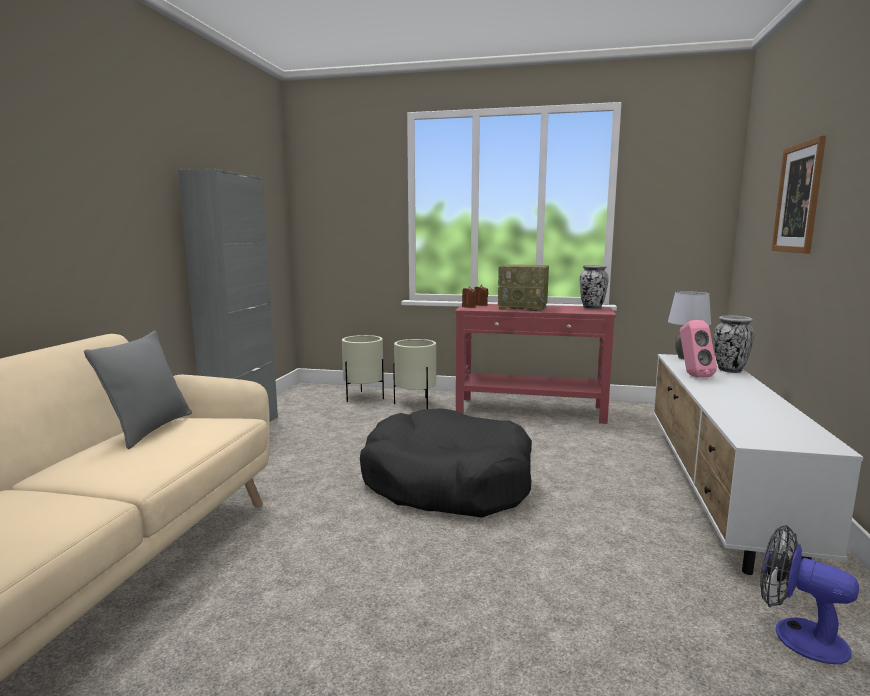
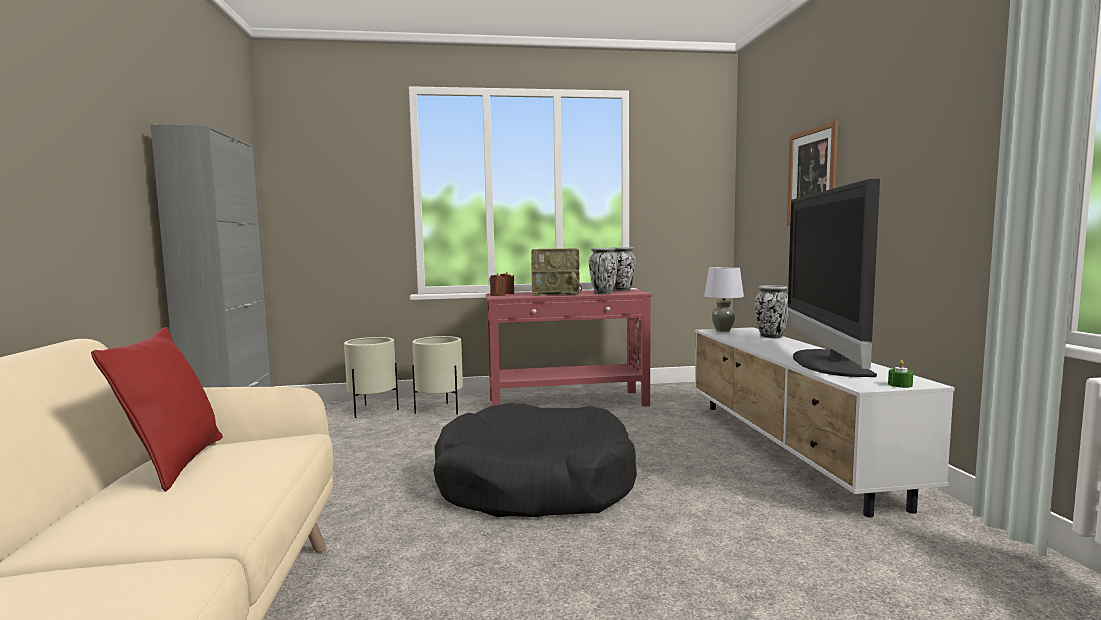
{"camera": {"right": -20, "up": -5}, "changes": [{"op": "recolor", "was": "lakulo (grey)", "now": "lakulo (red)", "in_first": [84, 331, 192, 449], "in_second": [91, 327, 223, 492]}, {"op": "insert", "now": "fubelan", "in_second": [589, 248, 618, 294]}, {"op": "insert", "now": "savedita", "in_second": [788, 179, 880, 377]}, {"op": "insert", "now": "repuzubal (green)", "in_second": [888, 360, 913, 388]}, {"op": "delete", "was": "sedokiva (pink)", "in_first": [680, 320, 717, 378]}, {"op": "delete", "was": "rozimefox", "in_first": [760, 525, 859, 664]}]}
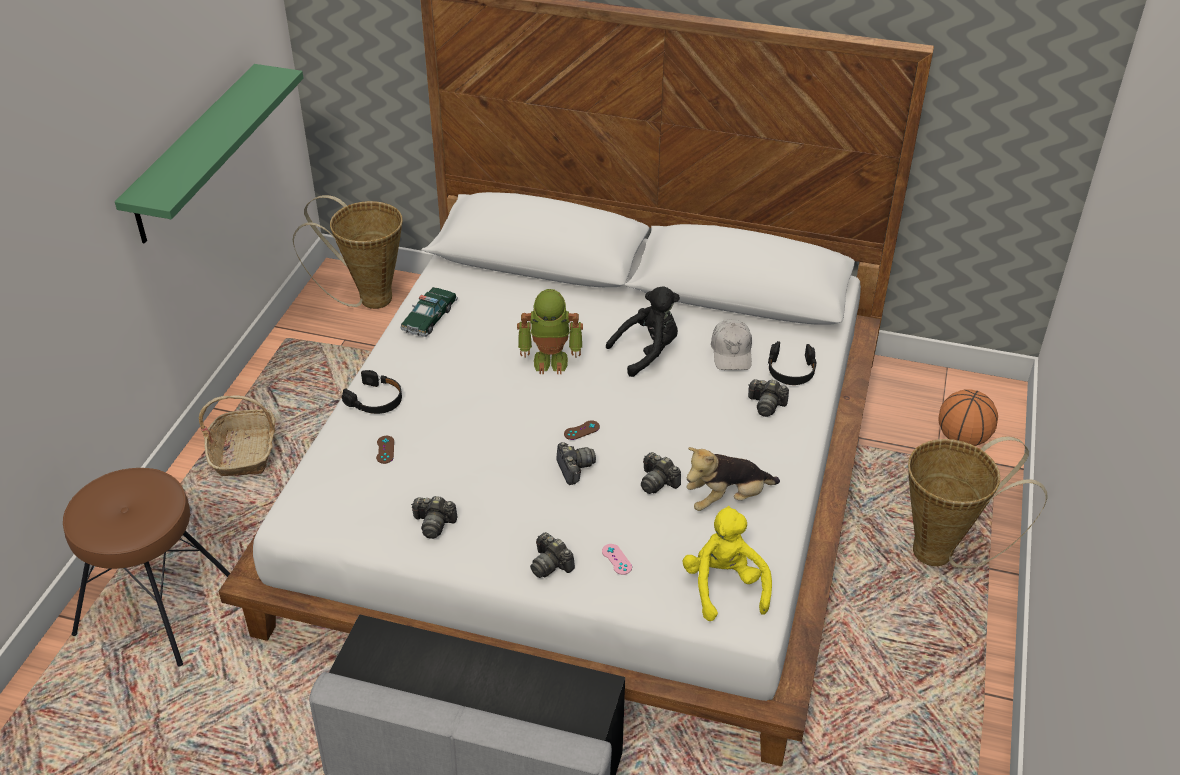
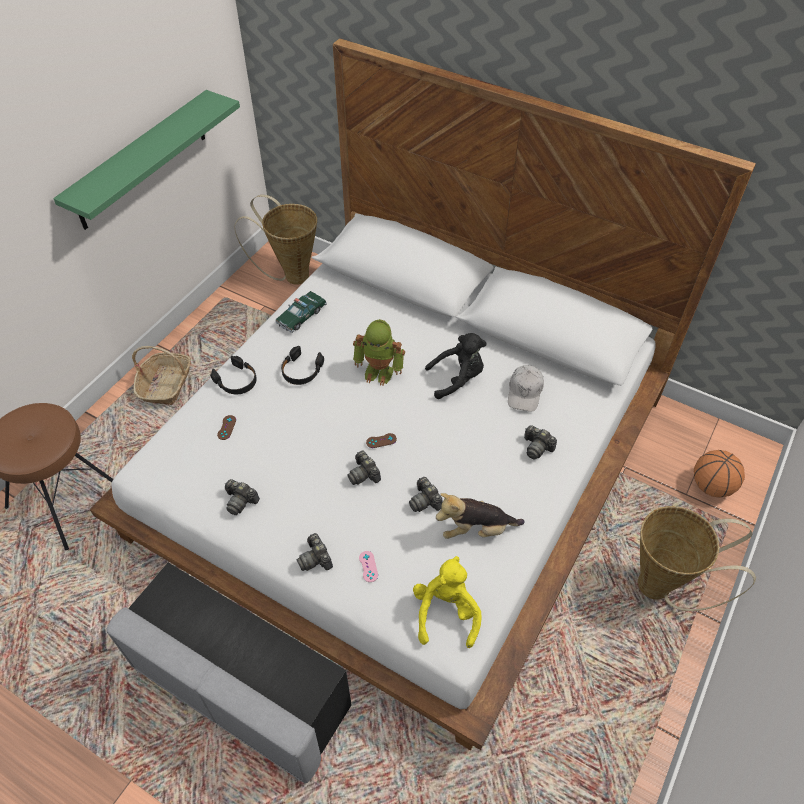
{"camera": {"right": 15, "up": 10}, "changes": [{"op": "move", "was": "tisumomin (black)", "in_first": [768, 341, 816, 385], "in_second": [281, 346, 324, 385]}, {"op": "rotate", "was": "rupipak", "in_first": [556, 442, 596, 485], "in_second": [348, 450, 381, 485], "clockwise": 150}]}
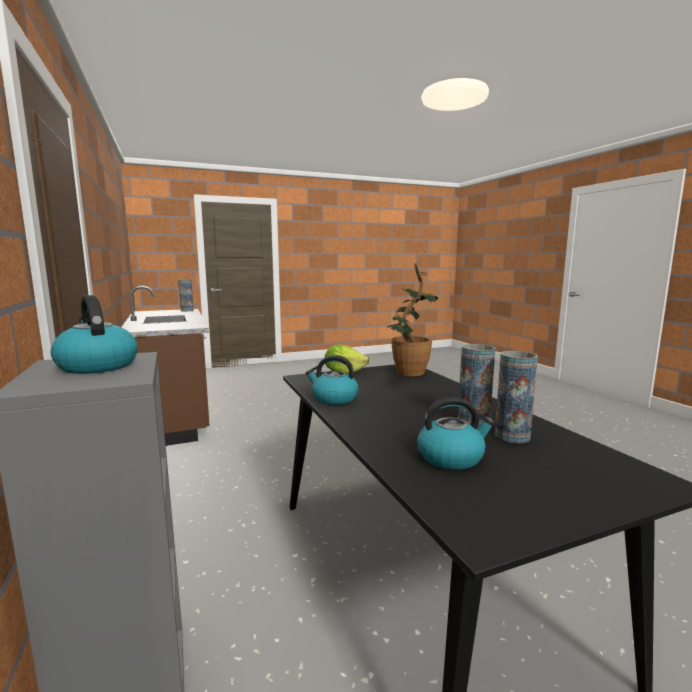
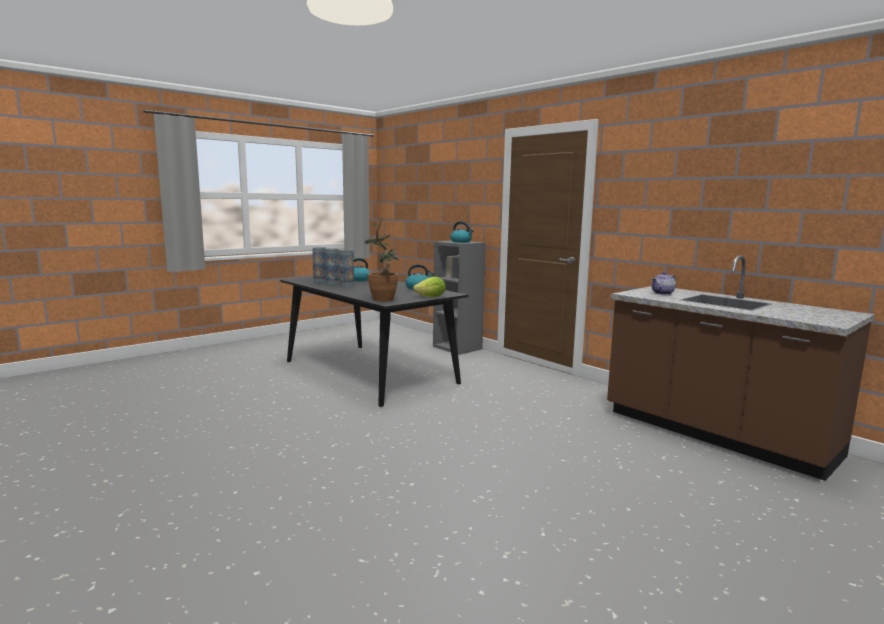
{"camera": {"right": 160, "up": 0}, "changes": [{"op": "move", "was": "fubelan", "in_first": [178, 280, 194, 312], "in_second": [312, 247, 326, 283]}, {"op": "insert", "now": "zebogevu", "in_second": [651, 272, 676, 295]}]}
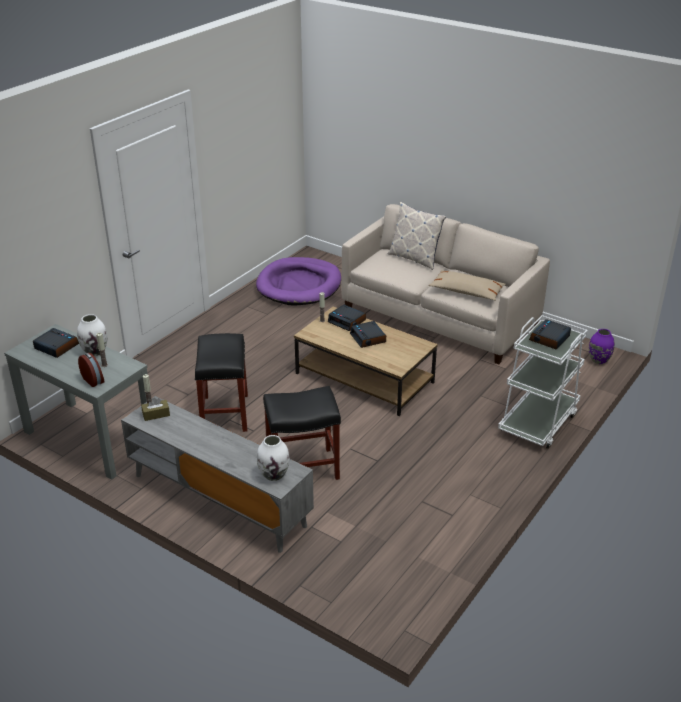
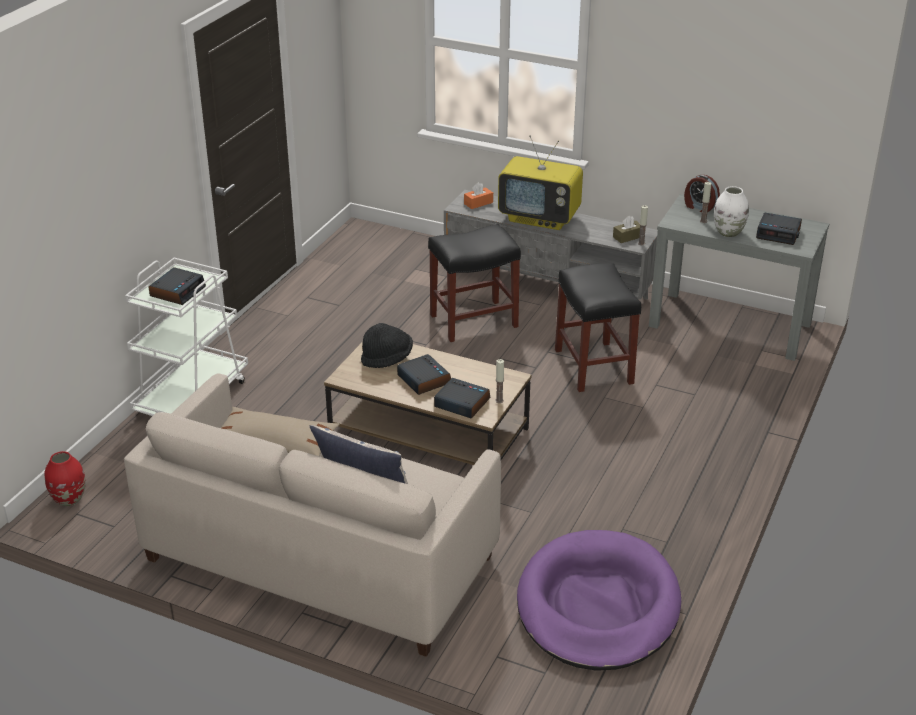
{"camera": {"right": 170, "up": 0}, "changes": [{"op": "recolor", "was": "fubelan (purple)", "now": "fubelan (red)", "in_first": [589, 329, 615, 364], "in_second": [44, 451, 86, 506]}, {"op": "insert", "now": "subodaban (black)", "in_second": [361, 323, 413, 368]}, {"op": "replace", "was": "fubelan (white)", "now": "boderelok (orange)", "in_first": [257, 435, 289, 481], "in_second": [464, 182, 493, 209]}, {"op": "insert", "now": "savedita", "in_second": [498, 135, 583, 230]}]}
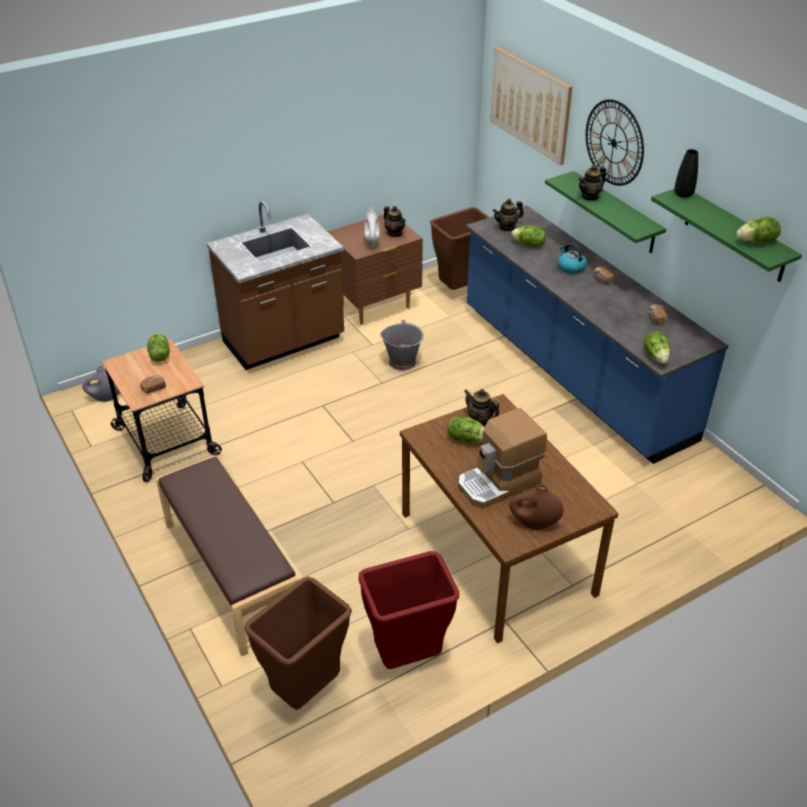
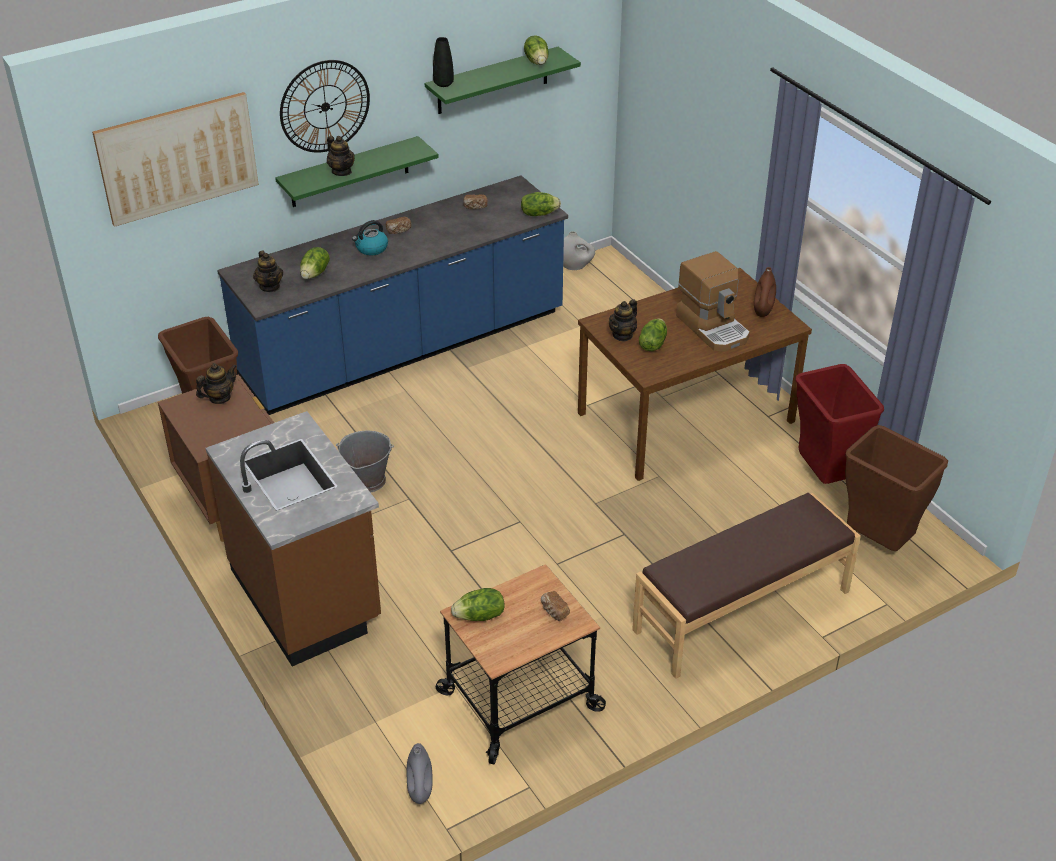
{"camera": {"right": -90, "up": 0}, "changes": [{"op": "move", "was": "fubelan (white)", "in_first": [364, 207, 380, 247], "in_second": [563, 231, 595, 270]}]}
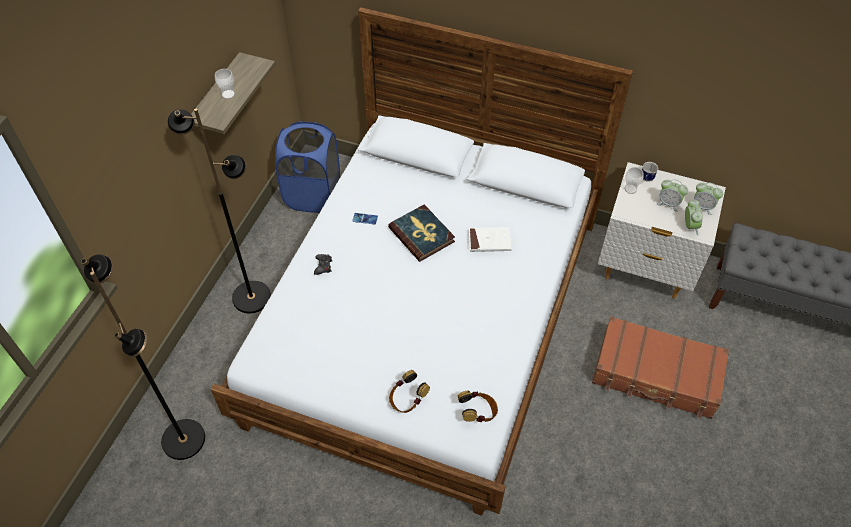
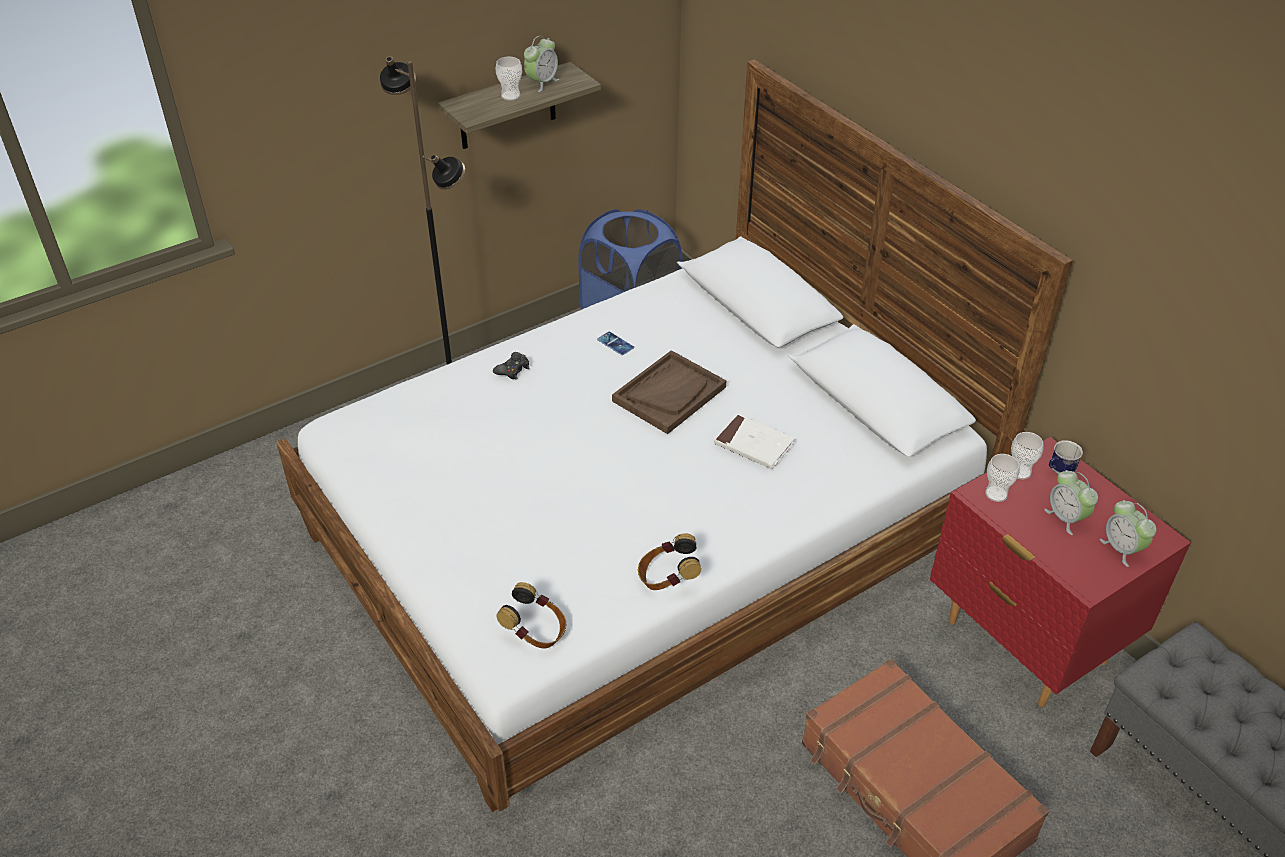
{"camera": {"right": 35, "up": -10}, "changes": [{"op": "move", "was": "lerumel", "in_first": [685, 199, 703, 235], "in_second": [524, 36, 559, 92]}, {"op": "replace", "was": "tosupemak", "now": "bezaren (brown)", "in_first": [388, 204, 455, 262], "in_second": [612, 350, 726, 434]}, {"op": "move", "was": "tisumomin", "in_first": [389, 370, 430, 413], "in_second": [638, 533, 701, 590]}, {"op": "recolor", "was": "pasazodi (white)", "now": "pasazodi (red)", "in_first": [598, 162, 726, 299], "in_second": [930, 437, 1191, 707]}, {"op": "insert", "now": "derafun", "in_second": [985, 454, 1020, 502]}, {"op": "delete", "was": "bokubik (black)", "in_first": [81, 254, 205, 460]}]}
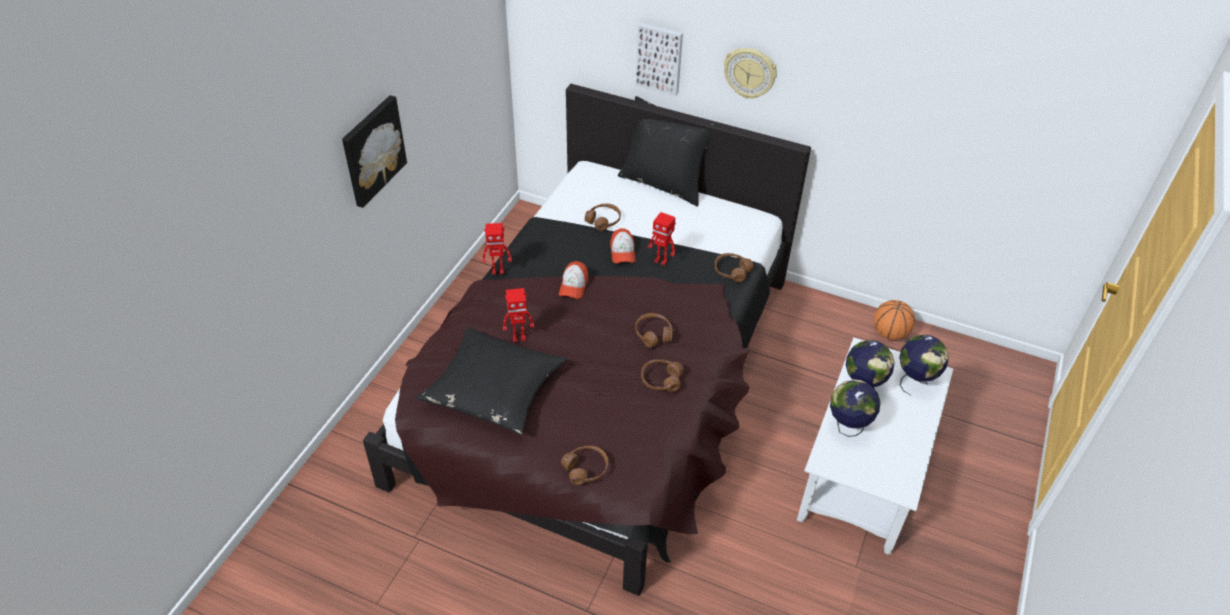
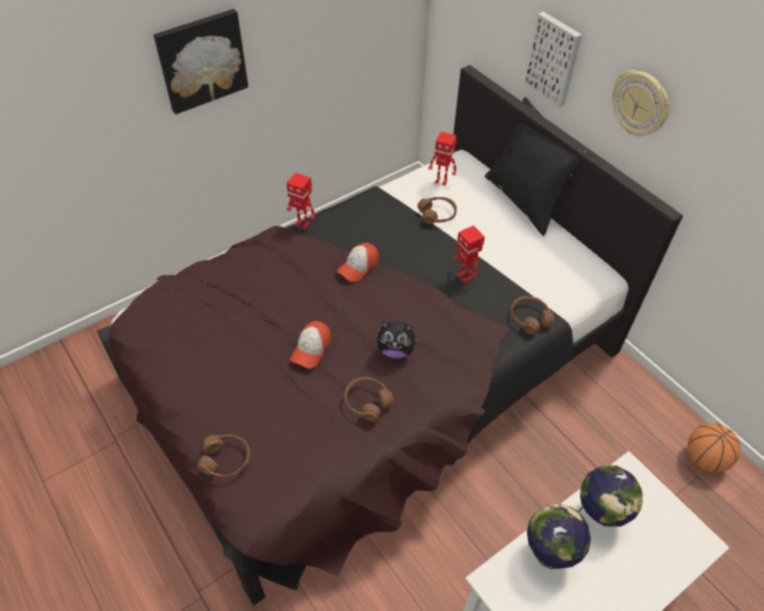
{"camera": {"right": 30, "up": 5}, "changes": [{"op": "move", "was": "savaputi", "in_first": [610, 228, 635, 264], "in_second": [290, 321, 331, 369]}, {"op": "replace", "was": "tisumomin (brown)", "now": "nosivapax", "in_first": [635, 313, 673, 348], "in_second": [377, 321, 419, 359]}, {"op": "move", "was": "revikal", "in_first": [503, 288, 534, 342], "in_second": [428, 132, 457, 186]}, {"op": "delete", "was": "lakulo (black)", "in_first": [416, 327, 567, 435]}, {"op": "delete", "was": "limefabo", "in_first": [899, 335, 949, 395]}]}
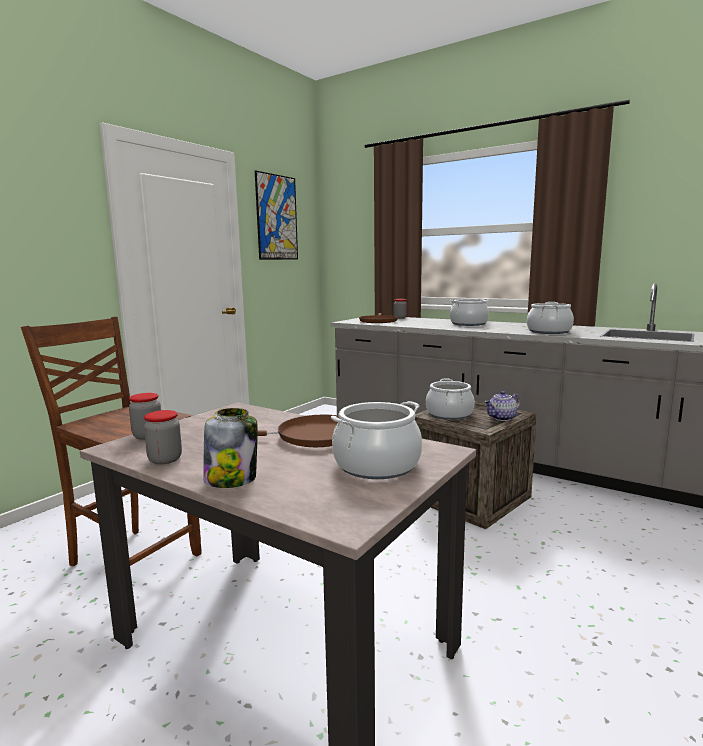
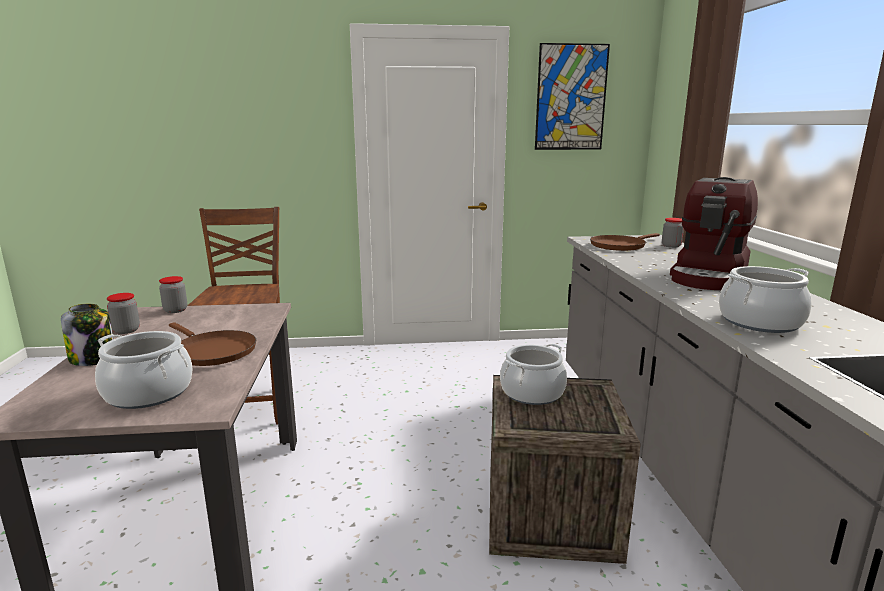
{"camera": {"right": 50, "up": 5}, "changes": [{"op": "replace", "was": "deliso", "now": "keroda", "in_first": [450, 299, 489, 326], "in_second": [670, 177, 758, 290]}, {"op": "delete", "was": "zebogevu", "in_first": [484, 391, 520, 421]}]}
